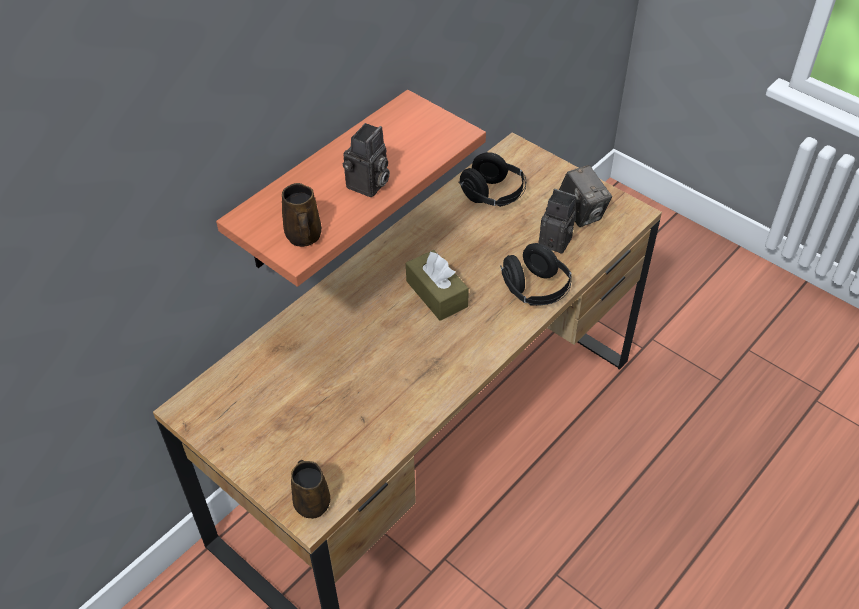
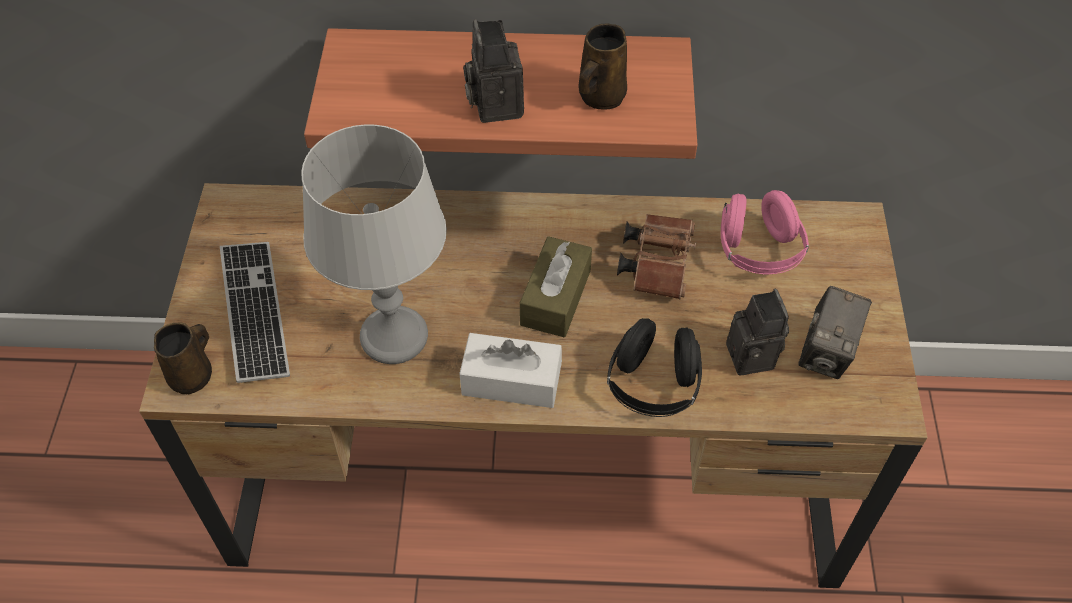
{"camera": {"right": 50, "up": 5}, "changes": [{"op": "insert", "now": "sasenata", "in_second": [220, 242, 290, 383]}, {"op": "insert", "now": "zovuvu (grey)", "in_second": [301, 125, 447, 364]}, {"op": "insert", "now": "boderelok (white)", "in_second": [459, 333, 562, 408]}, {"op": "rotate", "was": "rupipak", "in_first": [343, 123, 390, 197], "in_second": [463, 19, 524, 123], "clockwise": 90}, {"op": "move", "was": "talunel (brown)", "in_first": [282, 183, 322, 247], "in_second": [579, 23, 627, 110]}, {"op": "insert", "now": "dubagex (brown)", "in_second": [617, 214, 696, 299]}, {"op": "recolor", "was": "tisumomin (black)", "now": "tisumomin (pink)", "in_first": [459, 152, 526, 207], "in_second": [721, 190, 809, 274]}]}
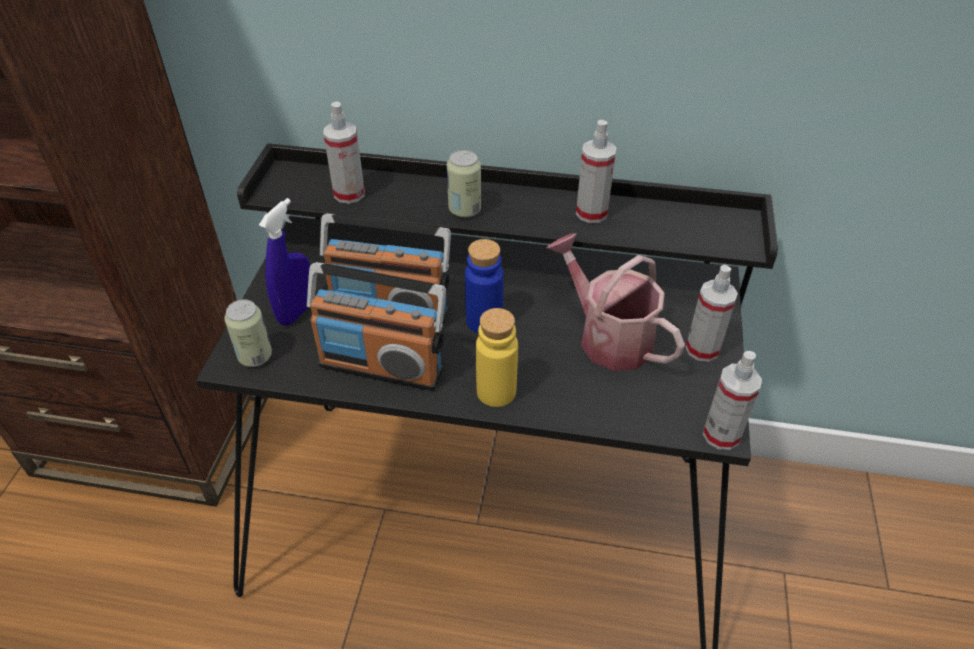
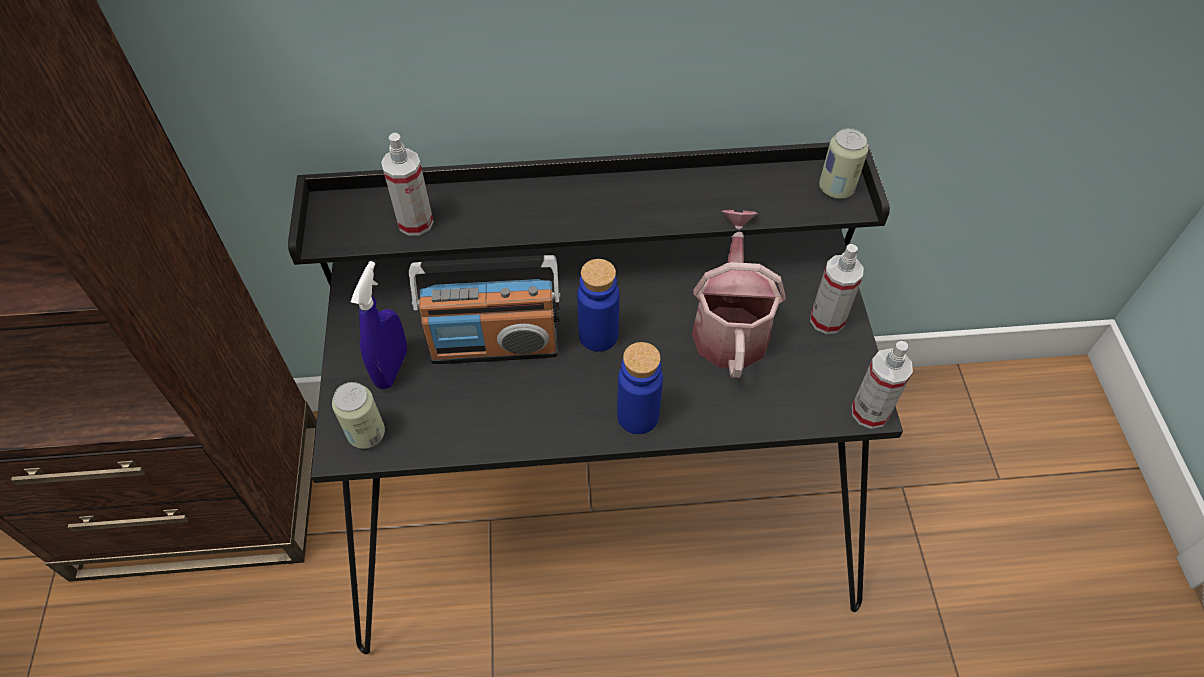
{"camera": {"right": -15, "up": 10}, "changes": [{"op": "recolor", "was": "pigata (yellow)", "now": "pigata (blue)", "in_first": [476, 308, 518, 407], "in_second": [617, 342, 663, 434]}, {"op": "rotate", "was": "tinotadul", "in_first": [546, 233, 685, 371], "in_second": [692, 210, 786, 378], "clockwise": 60}, {"op": "move", "was": "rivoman", "in_first": [447, 150, 481, 218], "in_second": [819, 128, 869, 199]}, {"op": "delete", "was": "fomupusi", "in_first": [307, 262, 446, 391]}, {"op": "delete", "was": "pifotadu", "in_first": [576, 120, 616, 223]}]}
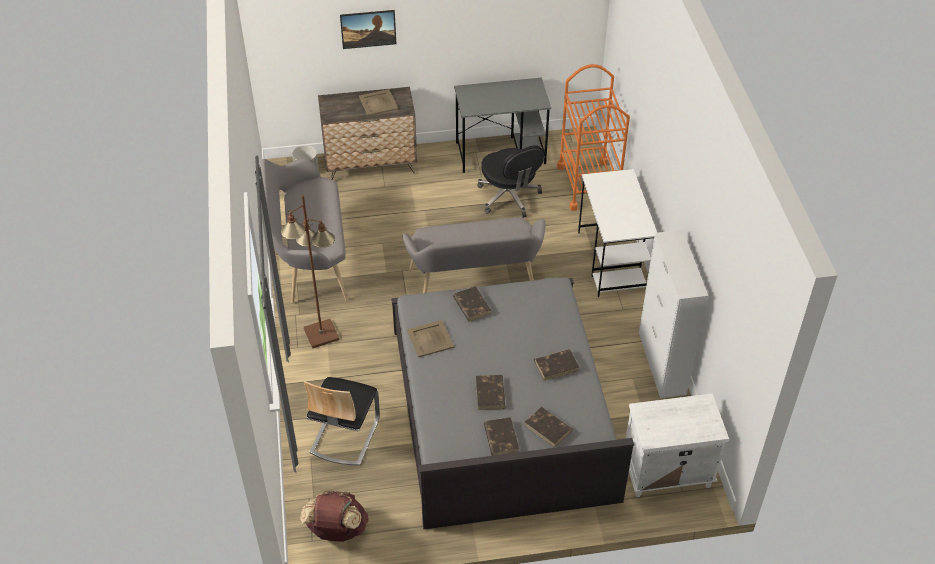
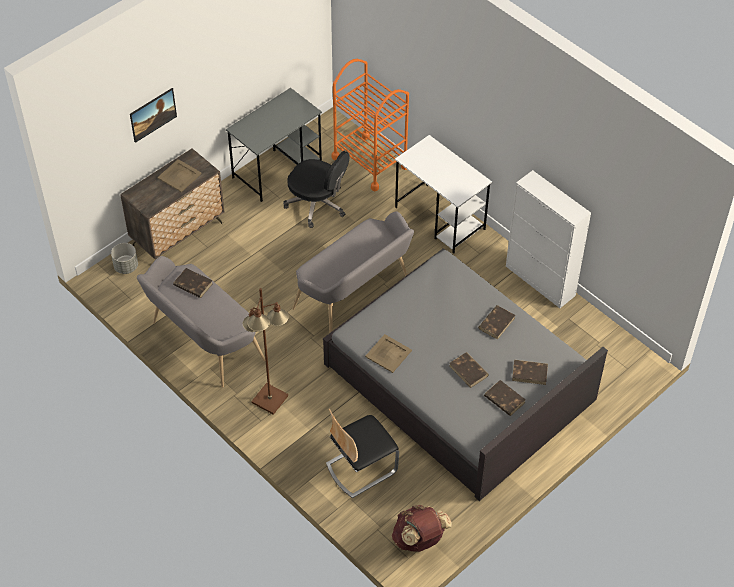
{"camera": {"right": -35, "up": 5}, "changes": [{"op": "move", "was": "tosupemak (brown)", "in_first": [453, 286, 491, 322], "in_second": [173, 268, 213, 298]}, {"op": "rotate", "was": "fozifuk", "in_first": [304, 377, 380, 465], "in_second": [326, 409, 399, 498], "clockwise": 75}, {"op": "delete", "was": "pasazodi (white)", "in_first": [626, 393, 729, 497]}]}
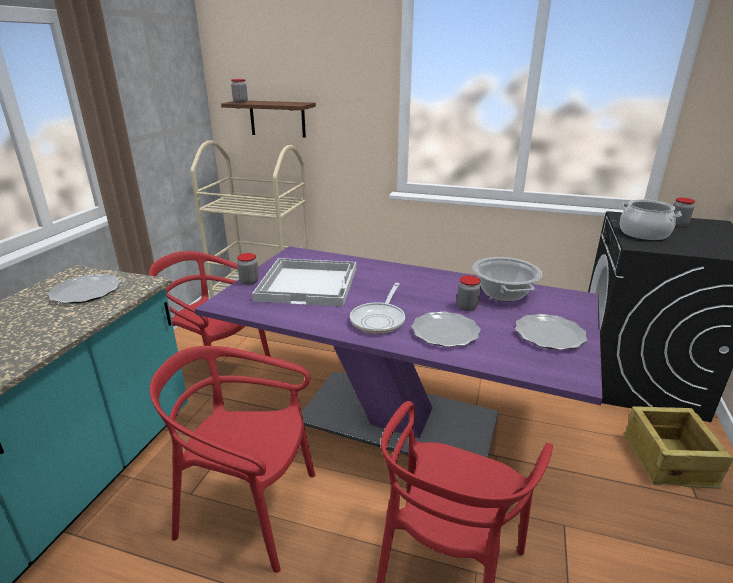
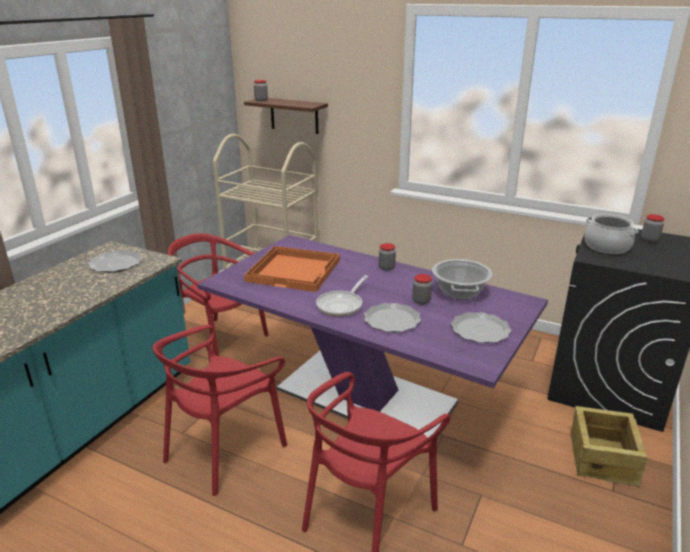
{"camera": {"right": 10, "up": 0}, "changes": [{"op": "rotate", "was": "fozifuk (red)", "in_first": [150, 346, 315, 573], "in_second": [153, 325, 287, 496], "clockwise": -75}, {"op": "recolor", "was": "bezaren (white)", "now": "bezaren (orange)", "in_first": [252, 258, 356, 307], "in_second": [244, 246, 340, 292]}, {"op": "move", "was": "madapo", "in_first": [237, 253, 259, 285], "in_second": [379, 243, 396, 271]}]}
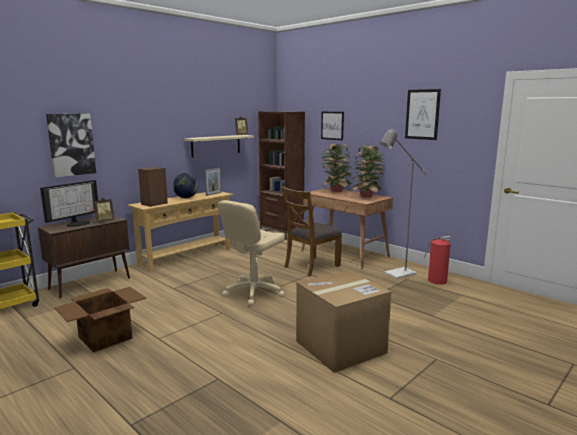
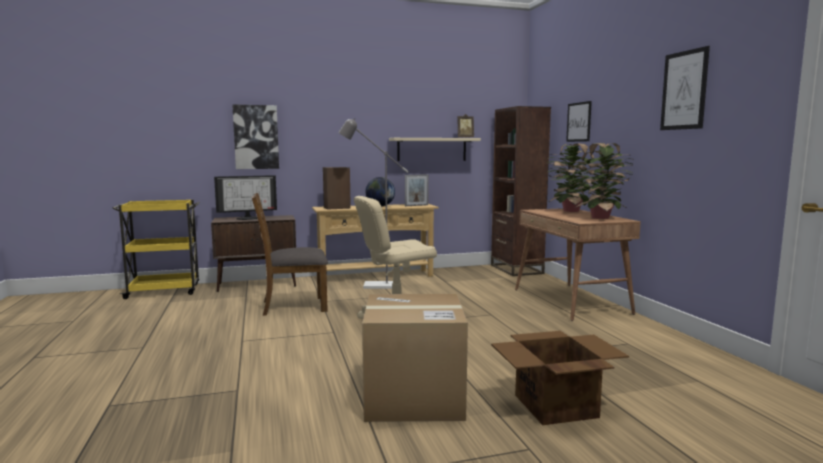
{"camera": {"right": 30, "up": -5}, "changes": [{"op": "move", "was": "fozifuk (brown)", "in_first": [281, 186, 342, 277], "in_second": [252, 193, 328, 316]}, {"op": "move", "was": "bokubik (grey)", "in_first": [381, 128, 427, 279], "in_second": [338, 118, 409, 289]}, {"op": "move", "was": "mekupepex", "in_first": [54, 287, 146, 352], "in_second": [491, 331, 629, 425]}, {"op": "delete", "was": "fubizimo", "in_first": [94, 198, 115, 222]}, {"op": "delete", "was": "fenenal", "in_first": [424, 236, 451, 284]}]}
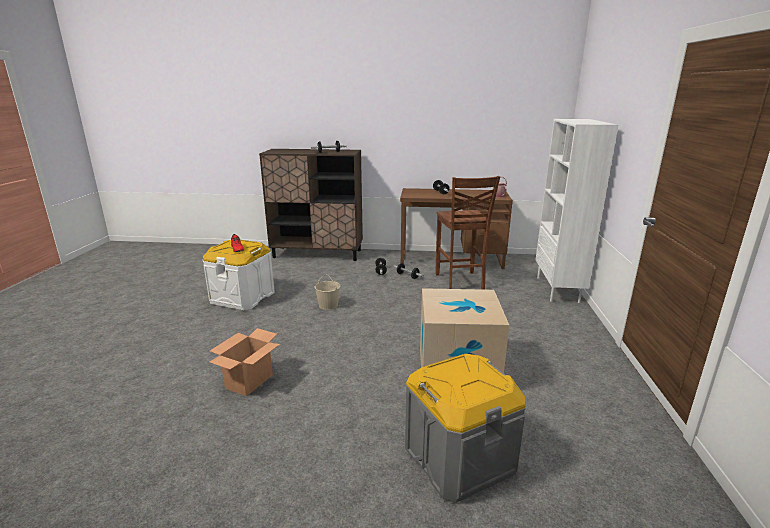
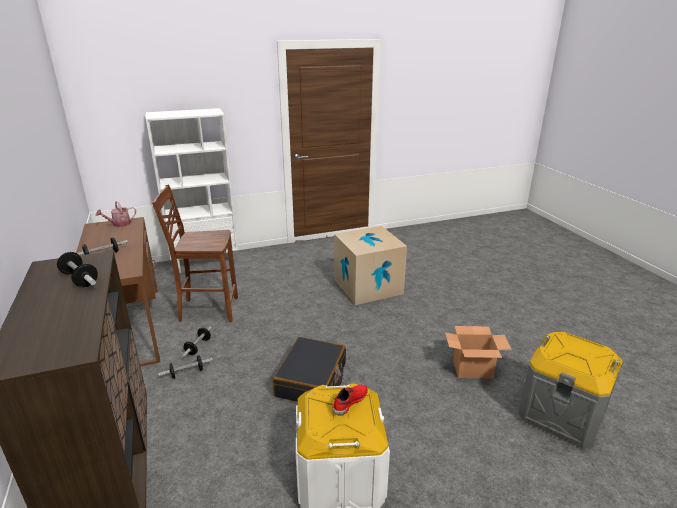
{"camera": {"right": -115, "up": 5}, "changes": [{"op": "rotate", "was": "fozifuk (brown)", "in_first": [435, 176, 500, 290], "in_second": [152, 185, 238, 322], "clockwise": -150}, {"op": "replace", "was": "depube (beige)", "now": "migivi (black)", "in_first": [315, 274, 340, 310], "in_second": [273, 337, 346, 402]}, {"op": "move", "was": "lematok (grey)", "in_first": [405, 354, 526, 503], "in_second": [518, 331, 623, 448]}]}
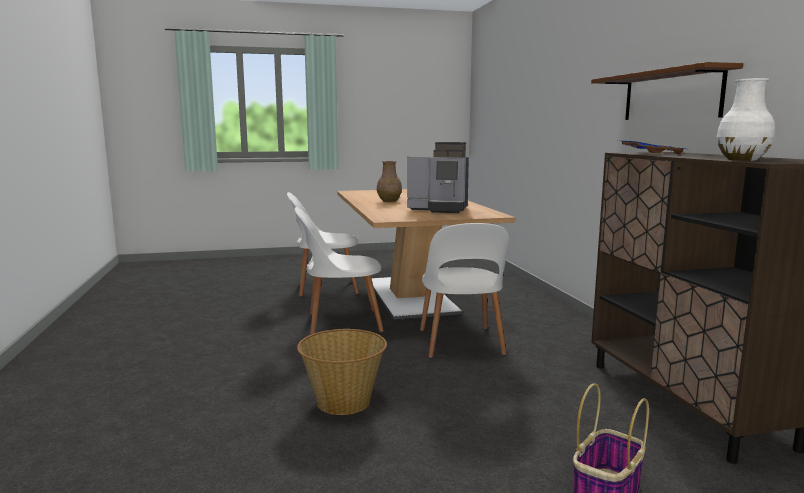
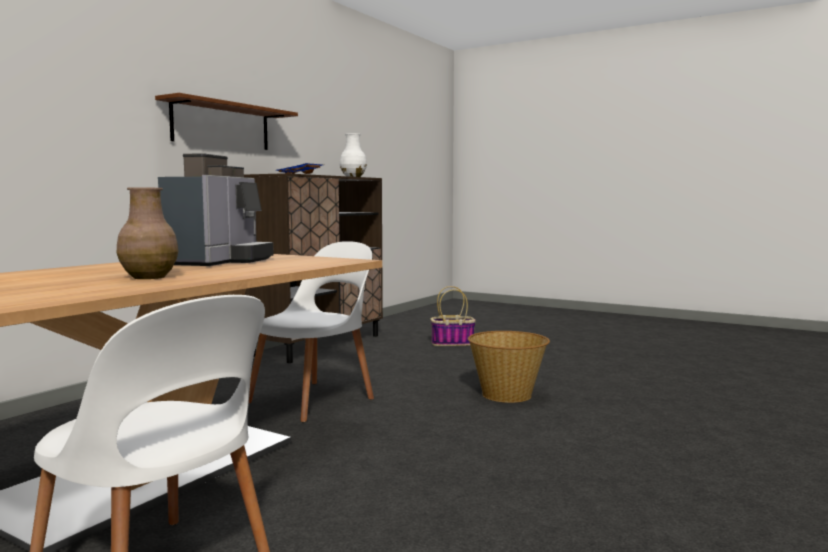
{"camera": {"right": -135, "up": -5}, "changes": [{"op": "rotate", "was": "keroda", "in_first": [407, 142, 469, 213], "in_second": [158, 153, 274, 266], "clockwise": 45}, {"op": "delete", "was": "fozifuk (white)", "in_first": [295, 207, 384, 335]}]}
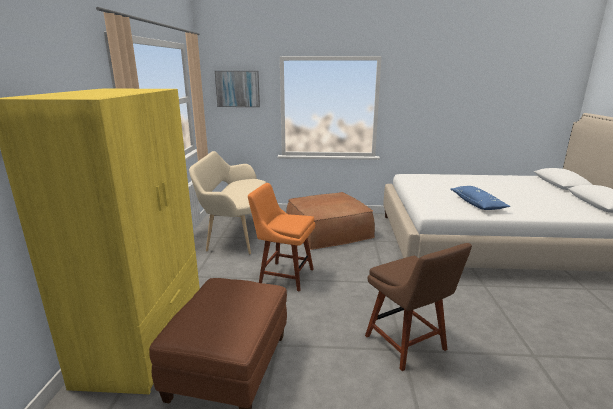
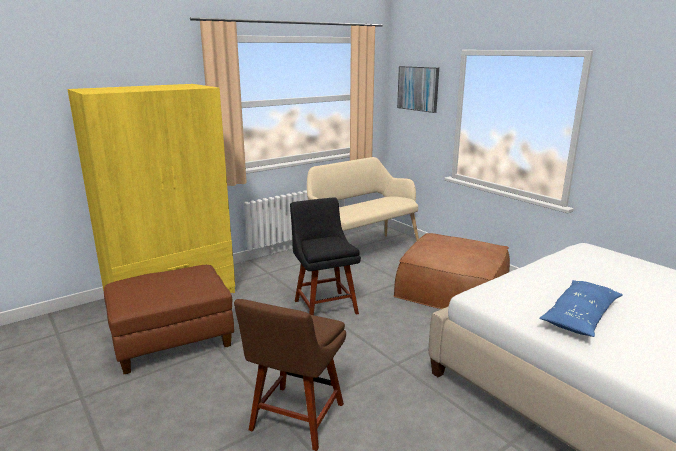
{"camera": {"right": 50, "up": 0}, "changes": [{"op": "recolor", "was": "fozifuk (orange)", "now": "fozifuk (black)", "in_first": [248, 183, 315, 291], "in_second": [290, 197, 361, 315]}]}
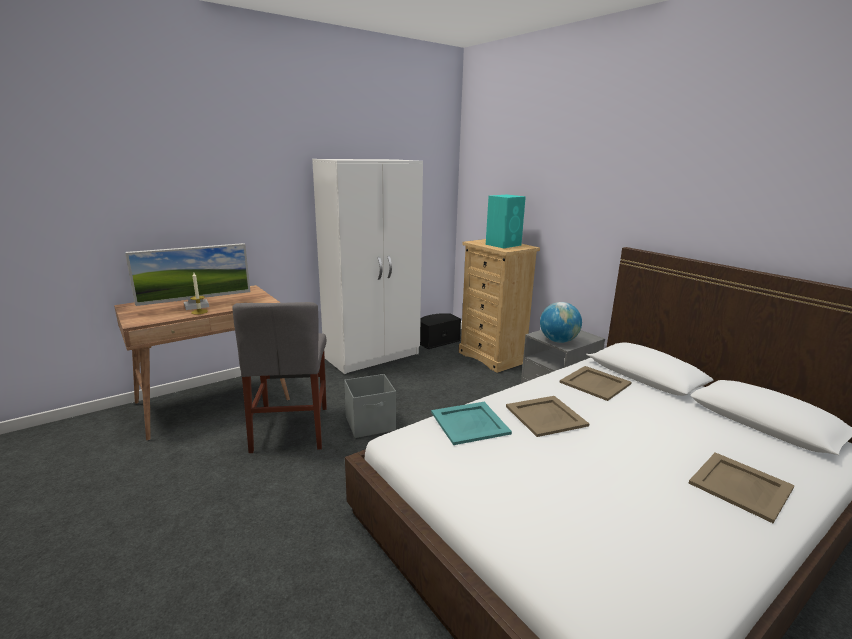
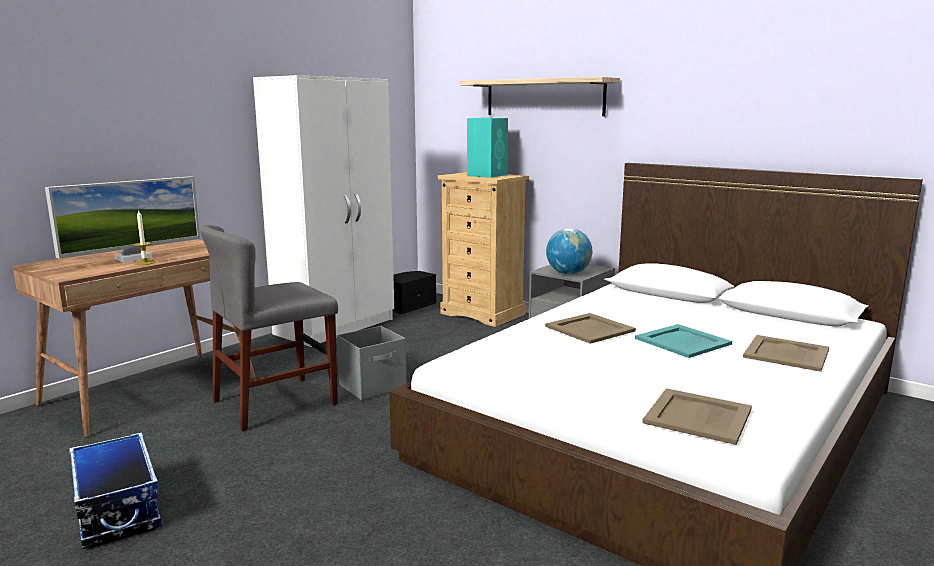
{"camera": {"right": -15, "up": -5}, "changes": [{"op": "insert", "now": "lematok", "in_second": [69, 432, 162, 549]}, {"op": "rotate", "was": "fozifuk (grey)", "in_first": [232, 302, 327, 453], "in_second": [200, 225, 338, 431], "clockwise": 75}, {"op": "insert", "now": "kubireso", "in_second": [460, 77, 620, 116]}, {"op": "move", "was": "bezaren (turquoise)", "in_first": [431, 402, 512, 445], "in_second": [635, 324, 732, 358]}, {"op": "move", "was": "bezaren (beige)", "in_first": [560, 366, 632, 401], "in_second": [642, 388, 752, 445]}]}
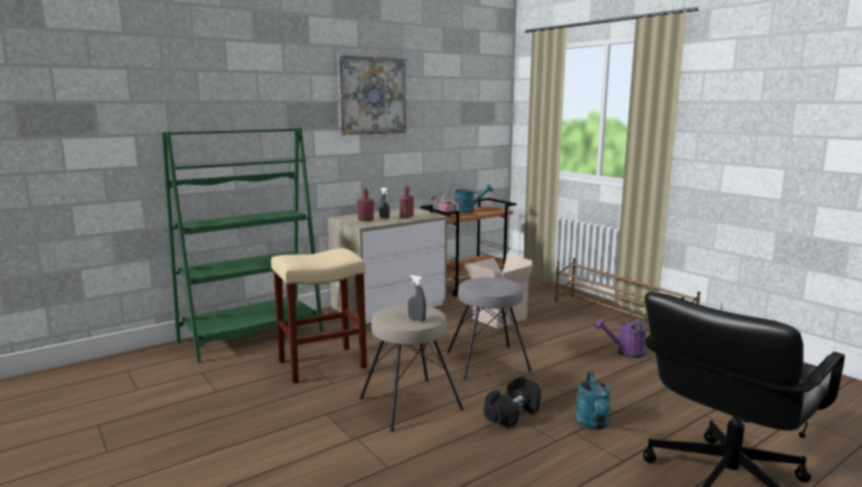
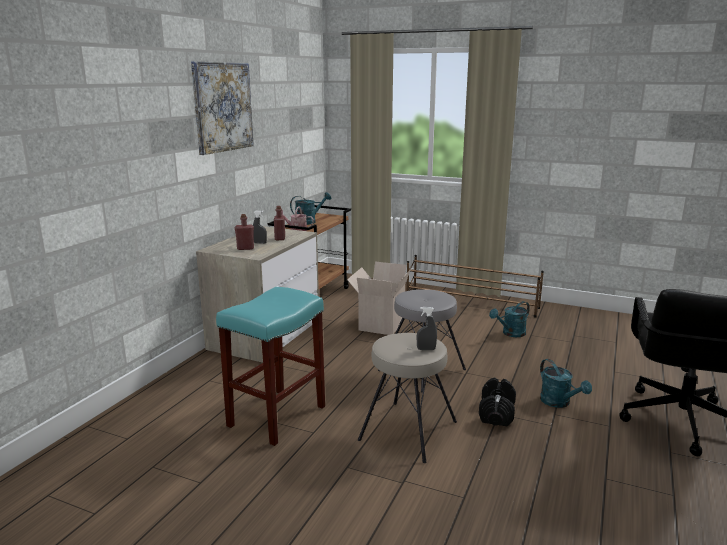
{"camera": {"right": -30, "up": 5}, "changes": [{"op": "recolor", "was": "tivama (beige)", "now": "tivama (turquoise)", "in_first": [271, 248, 367, 384], "in_second": [216, 287, 325, 446]}, {"op": "recolor", "was": "tinotadul (purple)", "now": "tinotadul (turquoise)", "in_first": [595, 318, 648, 358], "in_second": [489, 301, 530, 337]}, {"op": "delete", "was": "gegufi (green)", "in_first": [161, 128, 324, 362]}]}
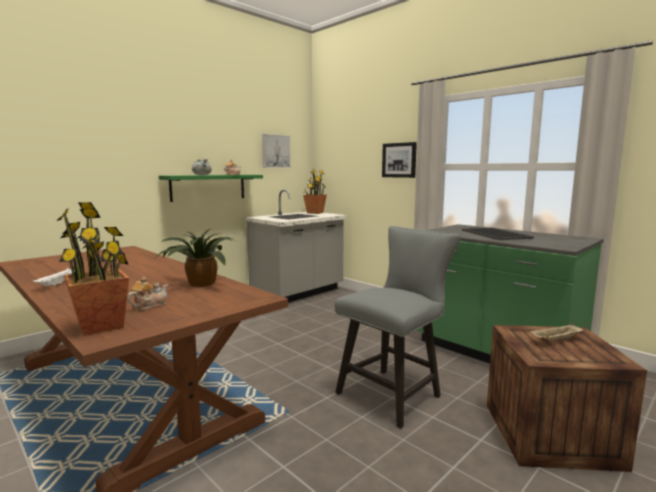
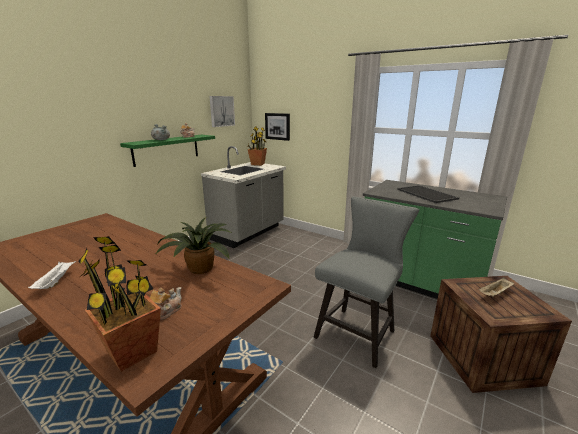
{"camera": {"right": -10, "up": 10}, "changes": [{"op": "move", "was": "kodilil", "in_first": [382, 142, 417, 178], "in_second": [265, 113, 290, 141]}]}
